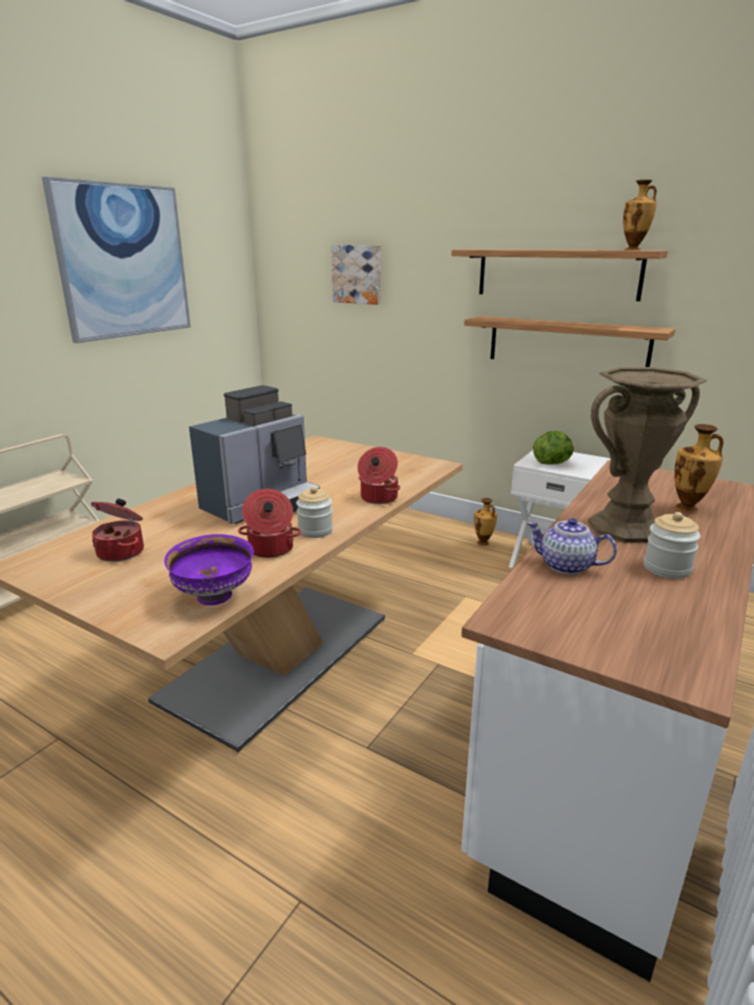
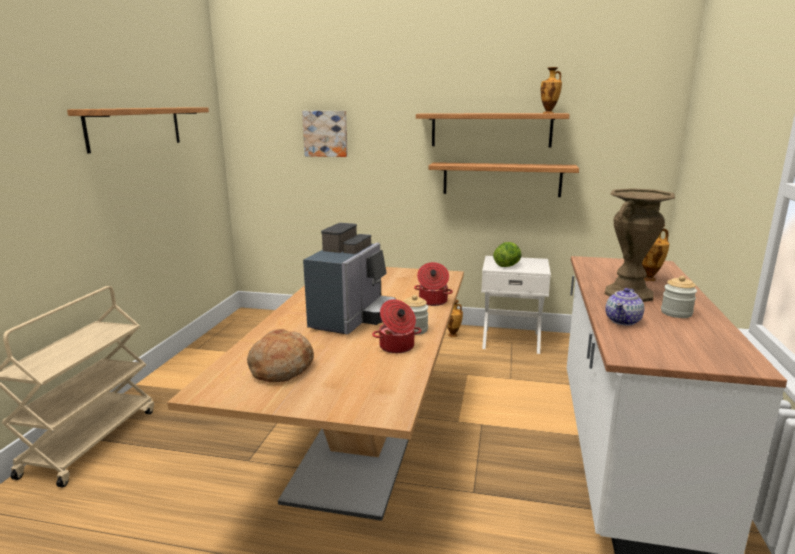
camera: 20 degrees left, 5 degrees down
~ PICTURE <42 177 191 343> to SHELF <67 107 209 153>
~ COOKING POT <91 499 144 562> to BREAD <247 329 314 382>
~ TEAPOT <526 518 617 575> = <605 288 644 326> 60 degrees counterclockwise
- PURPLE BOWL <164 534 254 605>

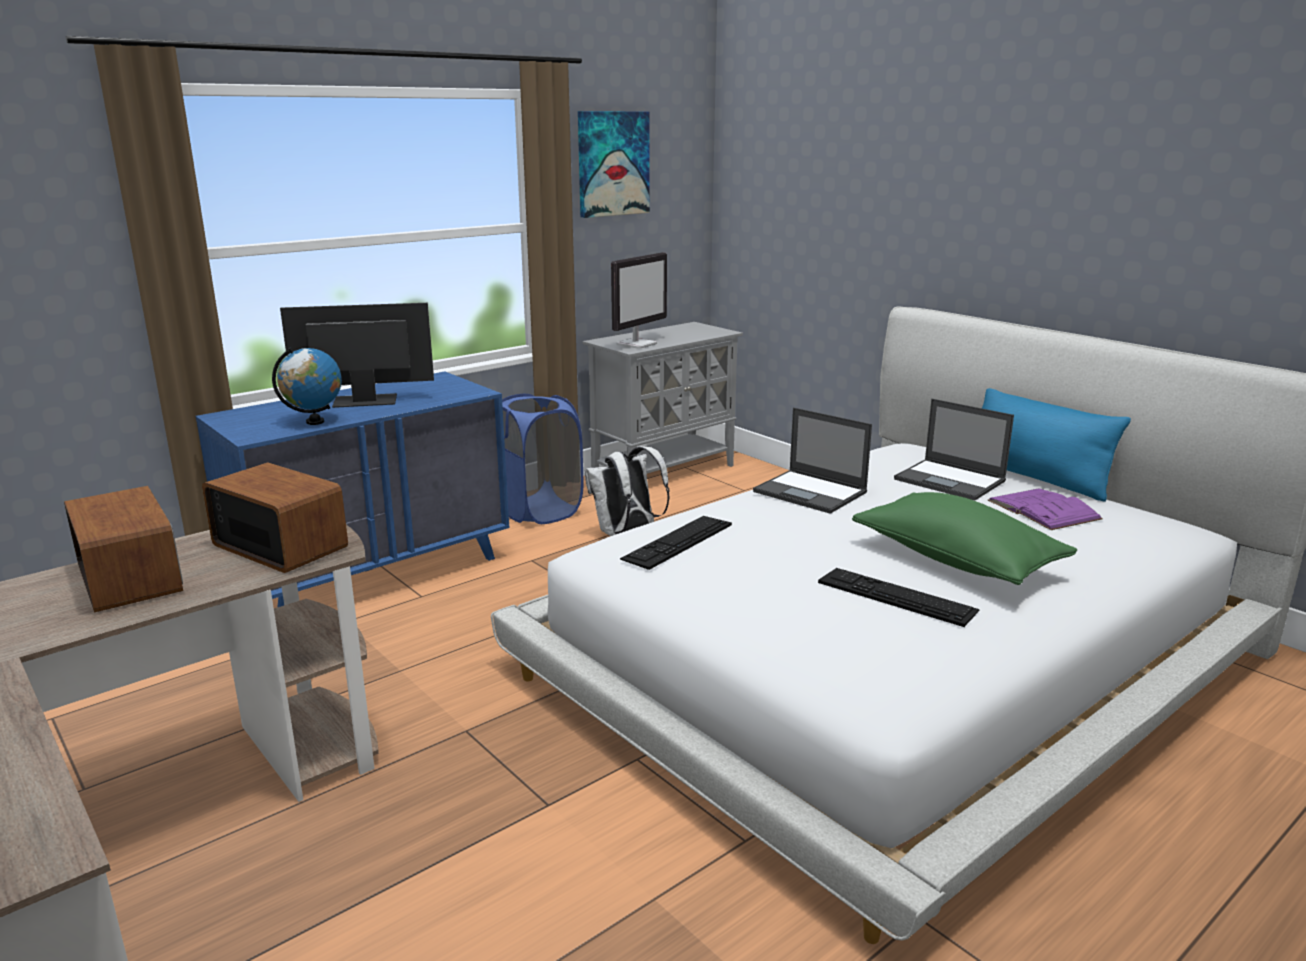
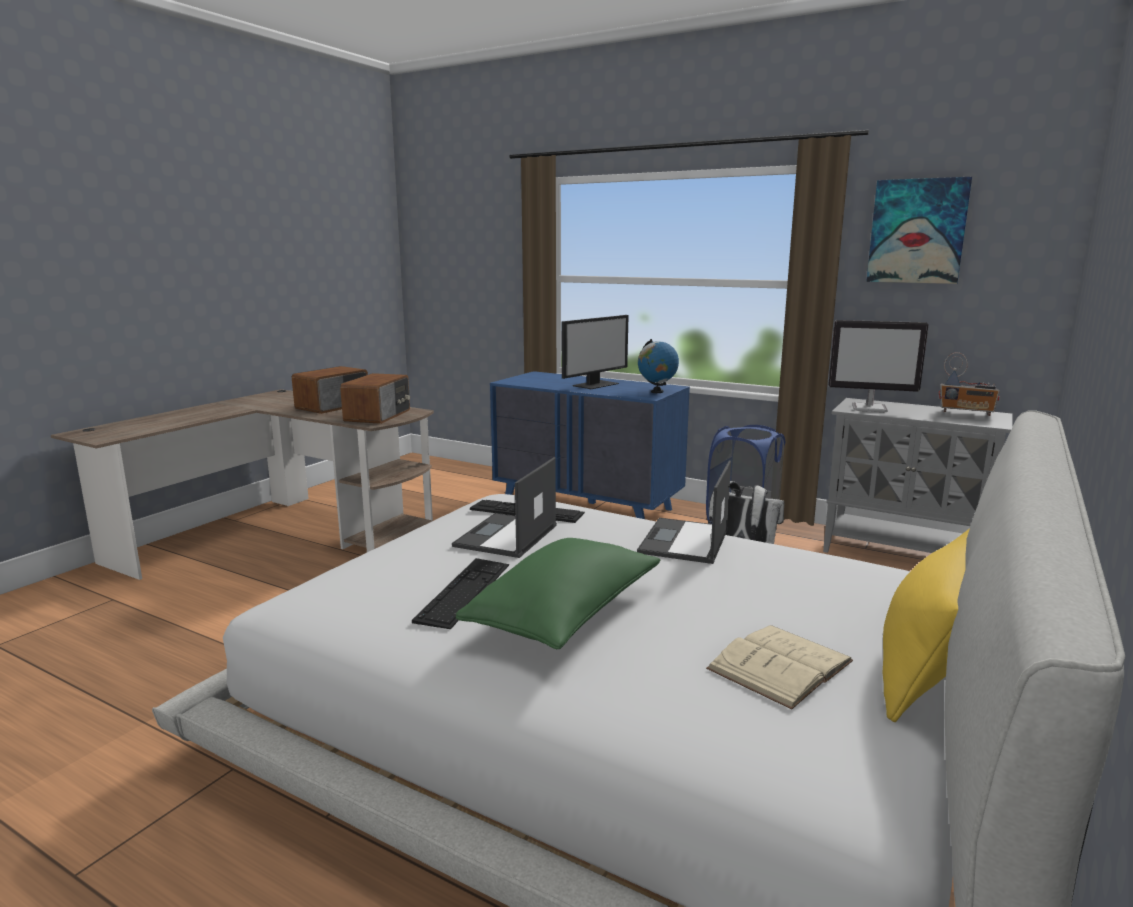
camera: 70 degrees right, 5 degrees down
~ MONITOR <280 303 434 408> = <562 315 629 389> 75 degrees clockwise
~ GLOBE <272 347 342 425> to <638 339 679 393>
~ BLUE PILLOW <982 388 1131 502> to YELLOW PILLOW <883 528 970 722>
~ LAPTOP <894 399 1014 501> to <452 457 557 558>
~ PURPLE BOOK <988 488 1103 530> to BEIGE BOOK <706 625 853 709>
+ RADIO <939 352 1000 416>

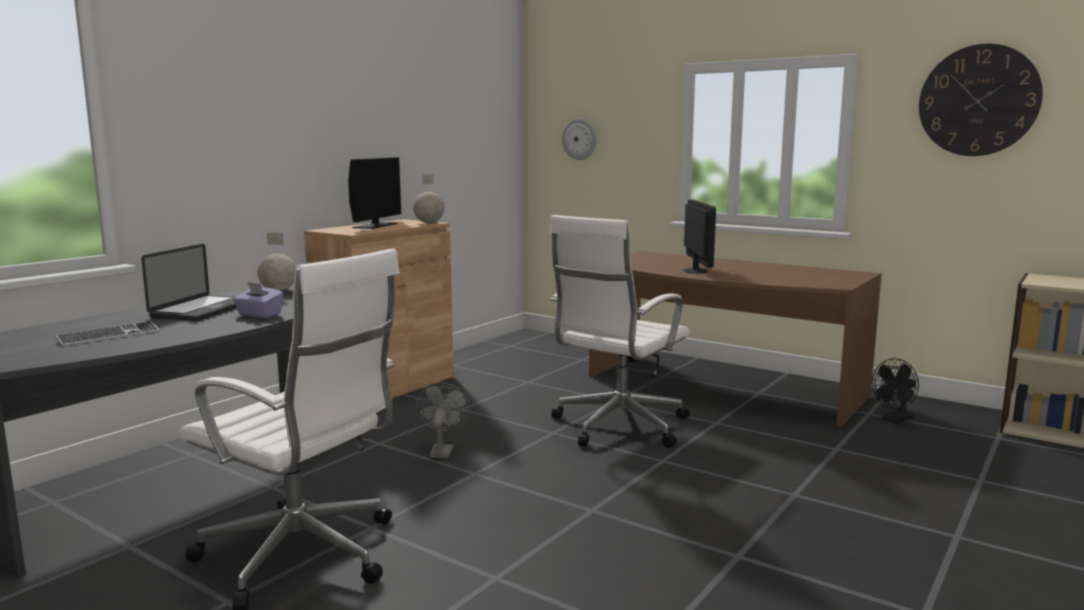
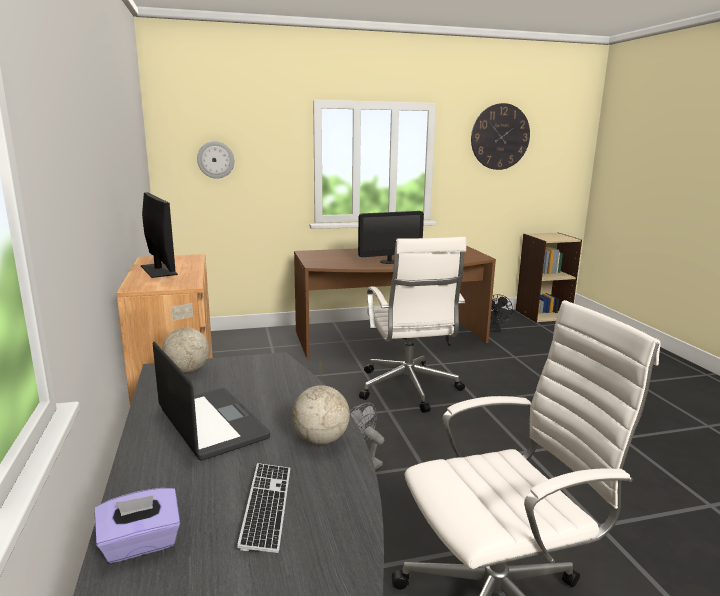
camera: 50 degrees left, 5 degrees up
~ GLOBE <413 174 445 223> to <292 354 350 445>
~ MONITOR <683 200 716 273> = <358 211 424 264> 120 degrees clockwise
~ PURPLE TISSUE BOX <233 282 284 318> to <95 488 181 563>

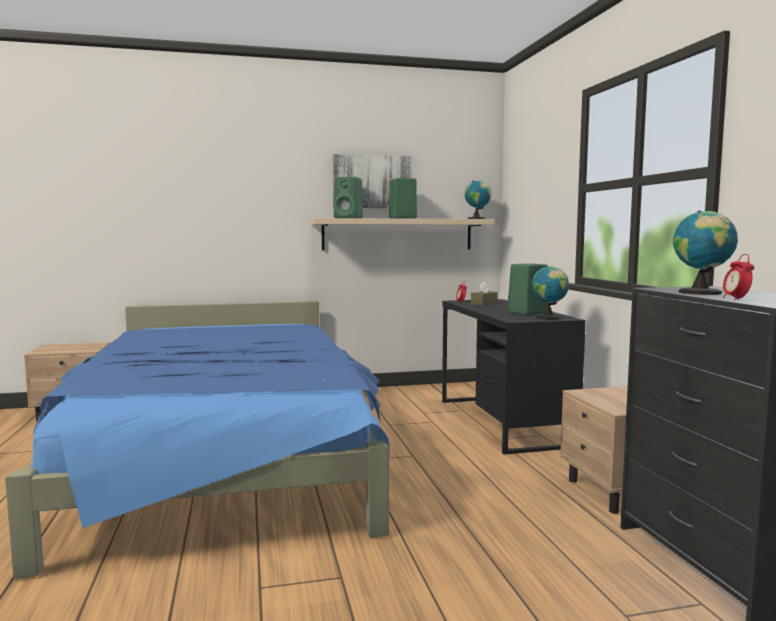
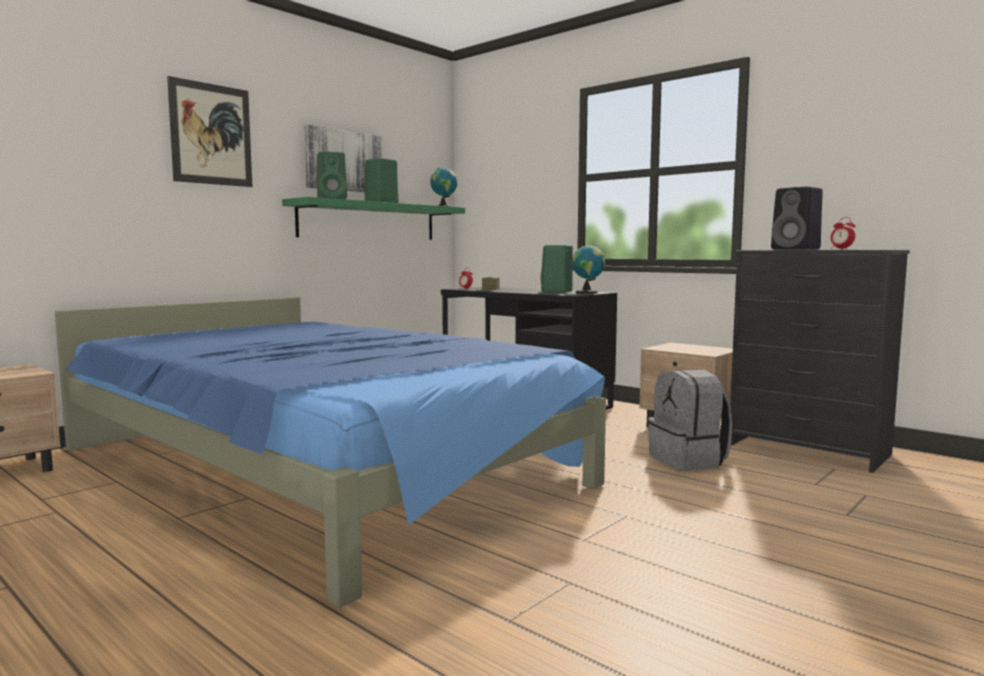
camera: 35 degrees left, 0 degrees up
~ GLOBE <673 211 738 295> to BLACK SPEAKER <771 186 823 250>
~ BEIGE SHELF <310 218 495 250> to GREEN SHELF <282 197 465 240>
+ PICTURE <167 76 252 187>
+ GREY BACKPACK <648 369 732 471>

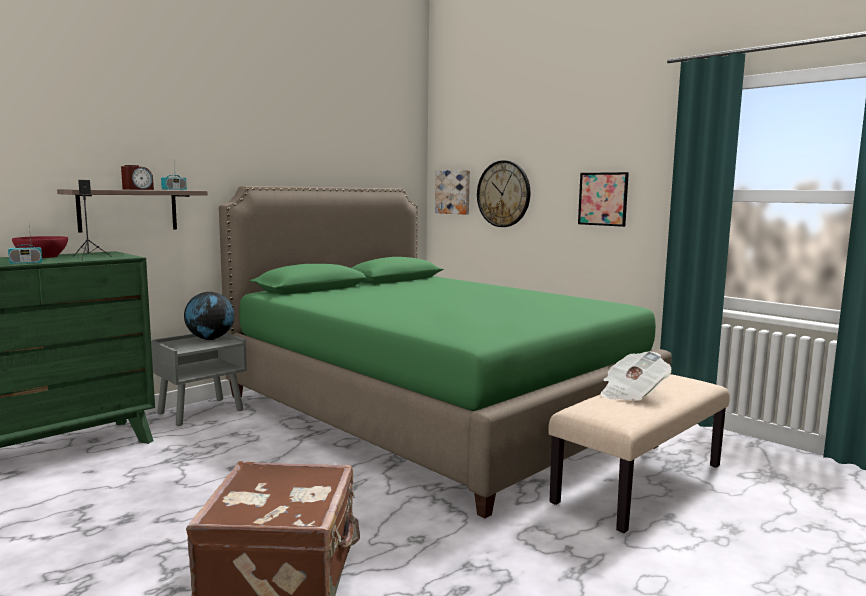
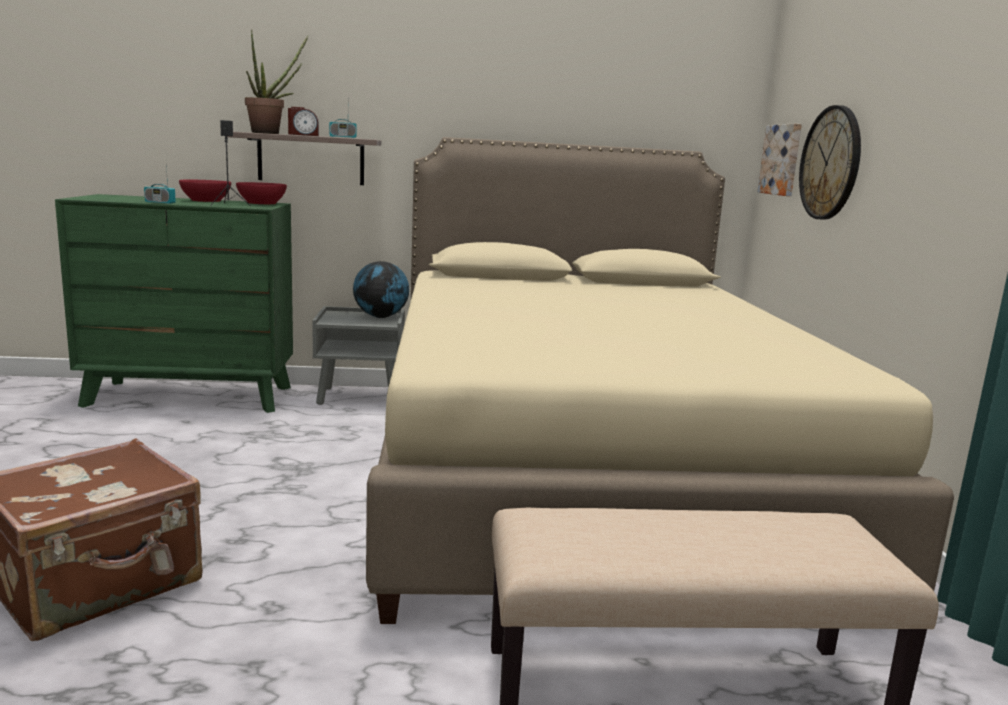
camera: 40 degrees right, 5 degrees up
- PICTURE <578 172 629 227>
~ GREEN BED <219 186 672 518> to BEIGE BED <366 137 954 624>
- NEWSPAPER <600 351 671 401>
+ POTTED PLANT <245 29 308 134>
+ RED BOWL <236 182 287 204>

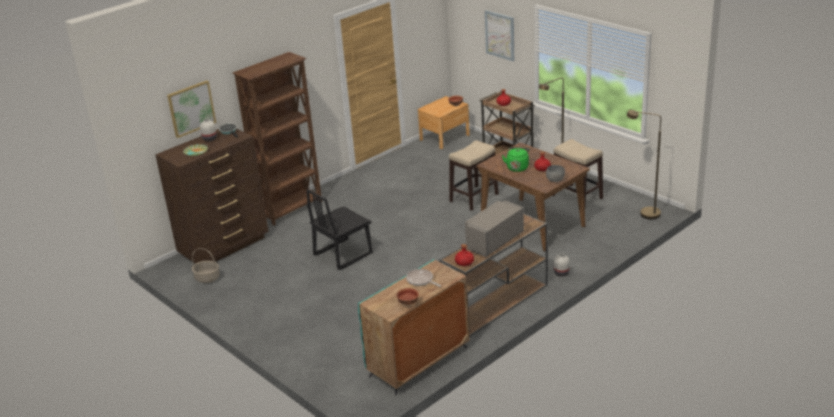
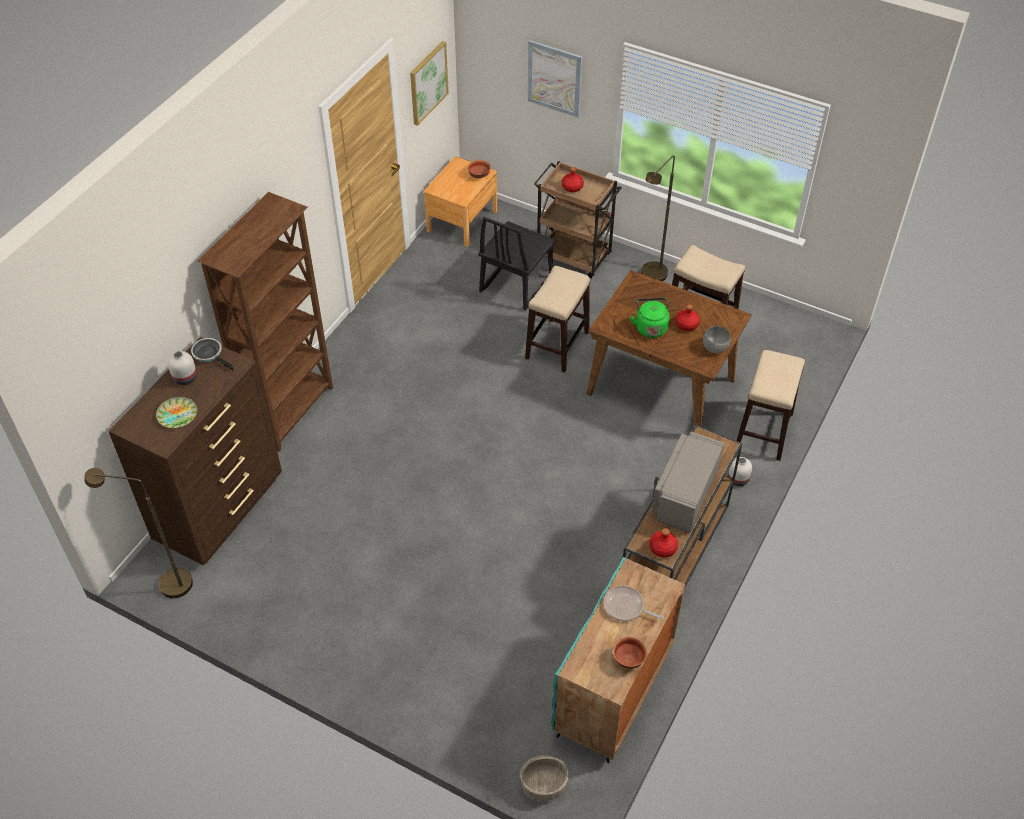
camera: 20 degrees left, 20 degrees up
~ PICTURE <167 81 216 138> to <410 41 449 126>
~ BROWN FLOOR LAMP <627 110 661 220> to <84 468 193 598>
~ BLACK CHAIR <307 189 373 270> to <478 217 557 310>
~ BASKET <192 248 220 283> to <520 755 569 801>
+ STOOL <736 350 805 461>

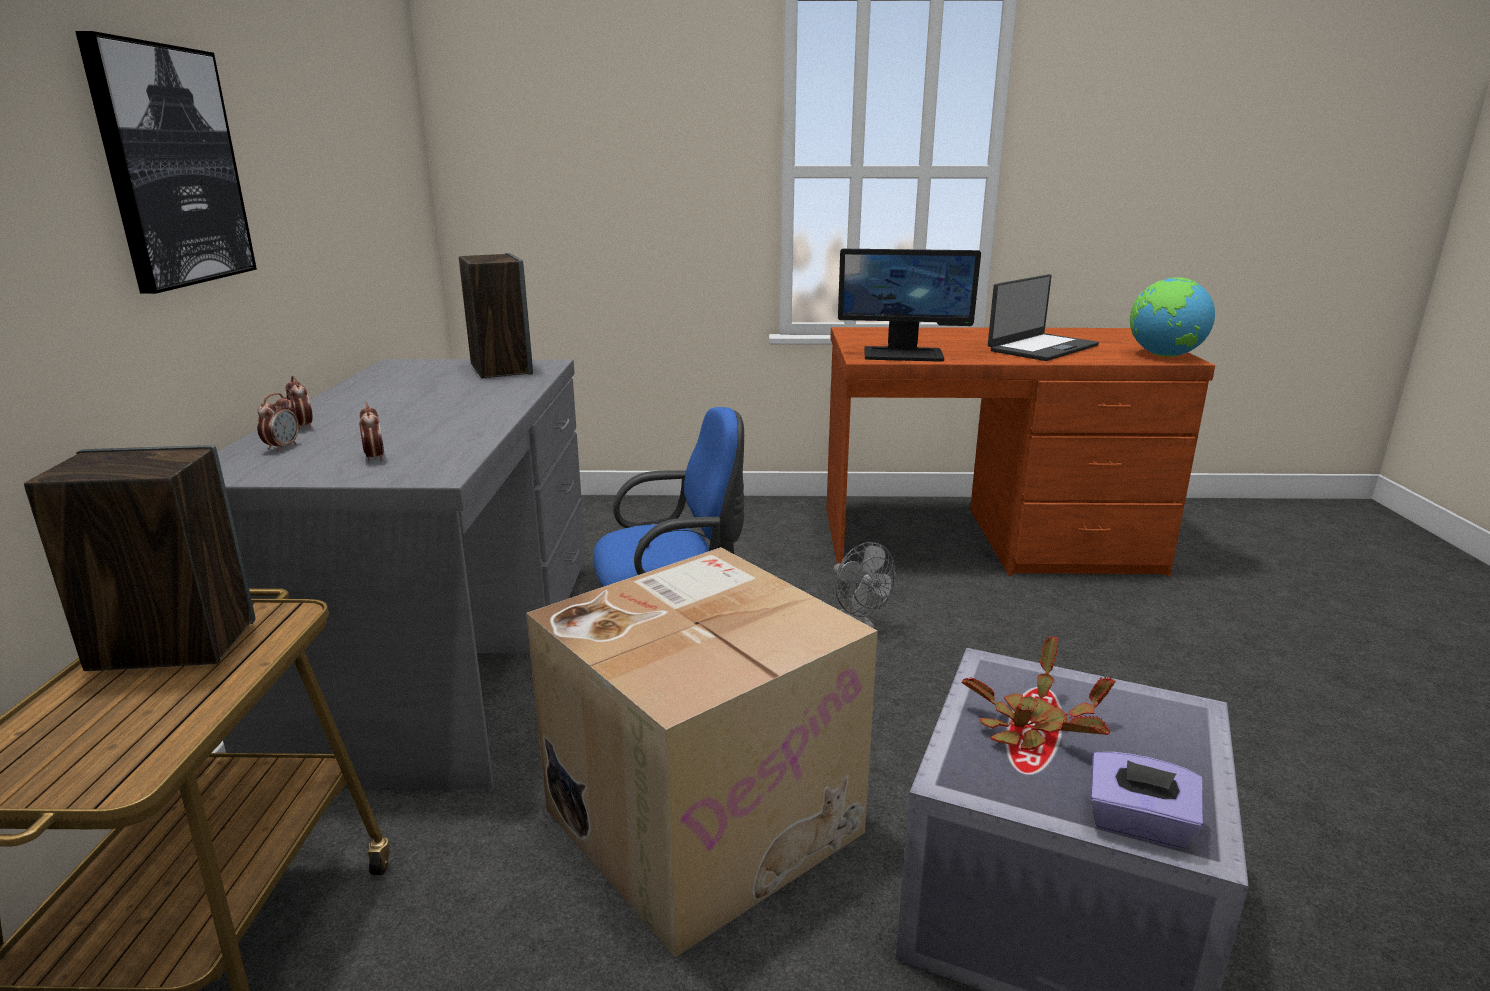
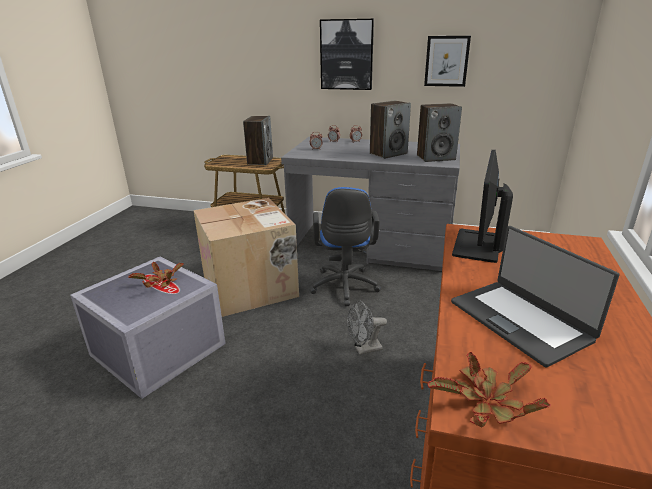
camera: 105 degrees right, 5 degrees up
~ GLOBE <1130 277 1215 357> to POTTED PLANT <428 352 551 427>
- PURPLE TISSUE BOX <1090 752 1203 849>
+ PICTURE <424 36 471 87>
+ SPEAKER <370 101 411 159>

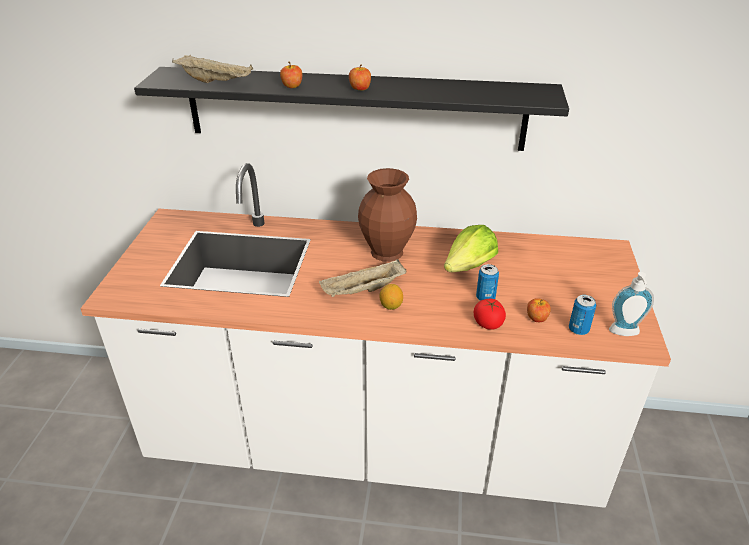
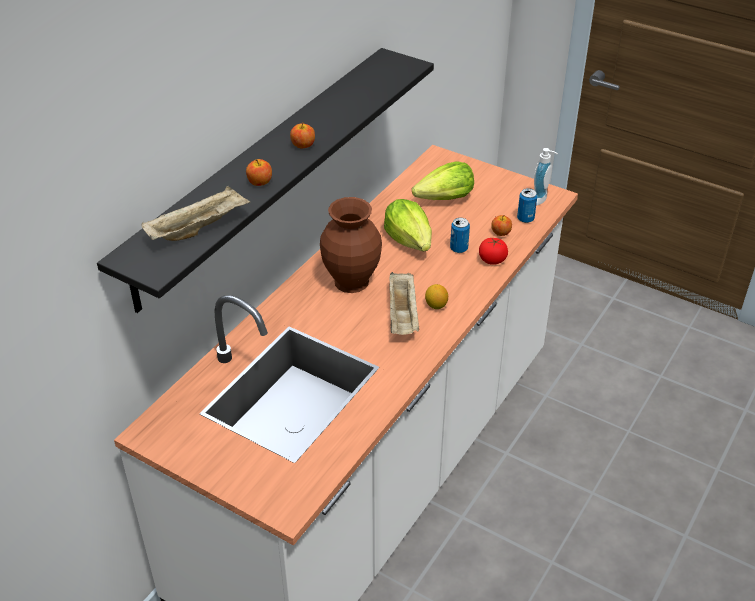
camera: 65 degrees left, 5 degrees up
+ LETTUCE <412 161 474 200>

